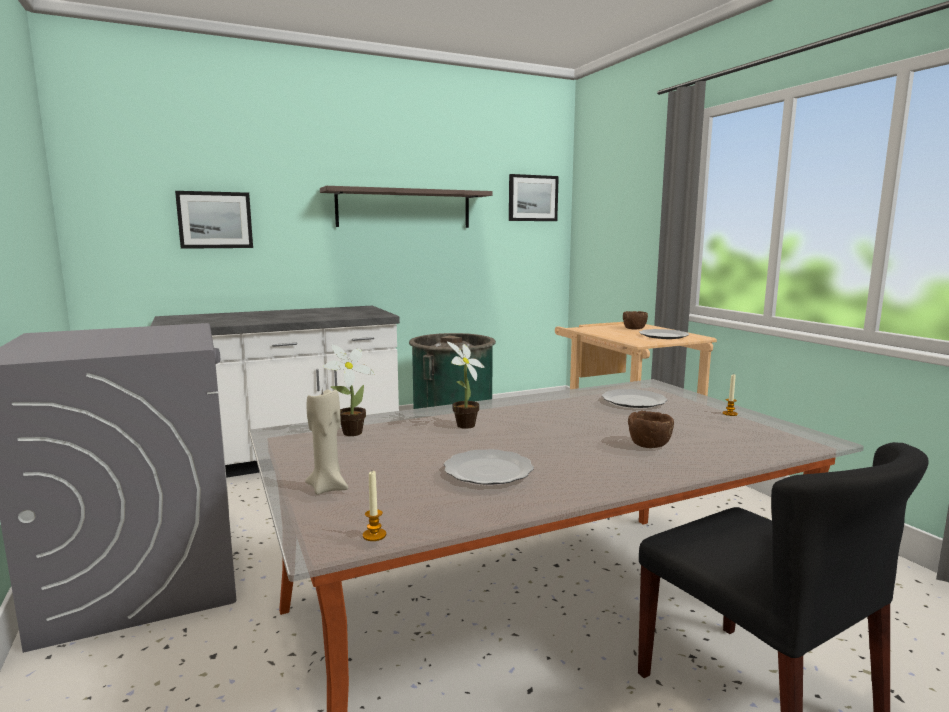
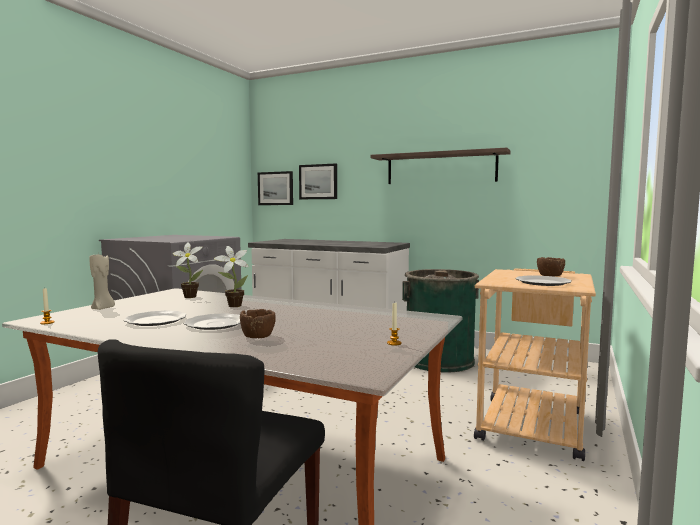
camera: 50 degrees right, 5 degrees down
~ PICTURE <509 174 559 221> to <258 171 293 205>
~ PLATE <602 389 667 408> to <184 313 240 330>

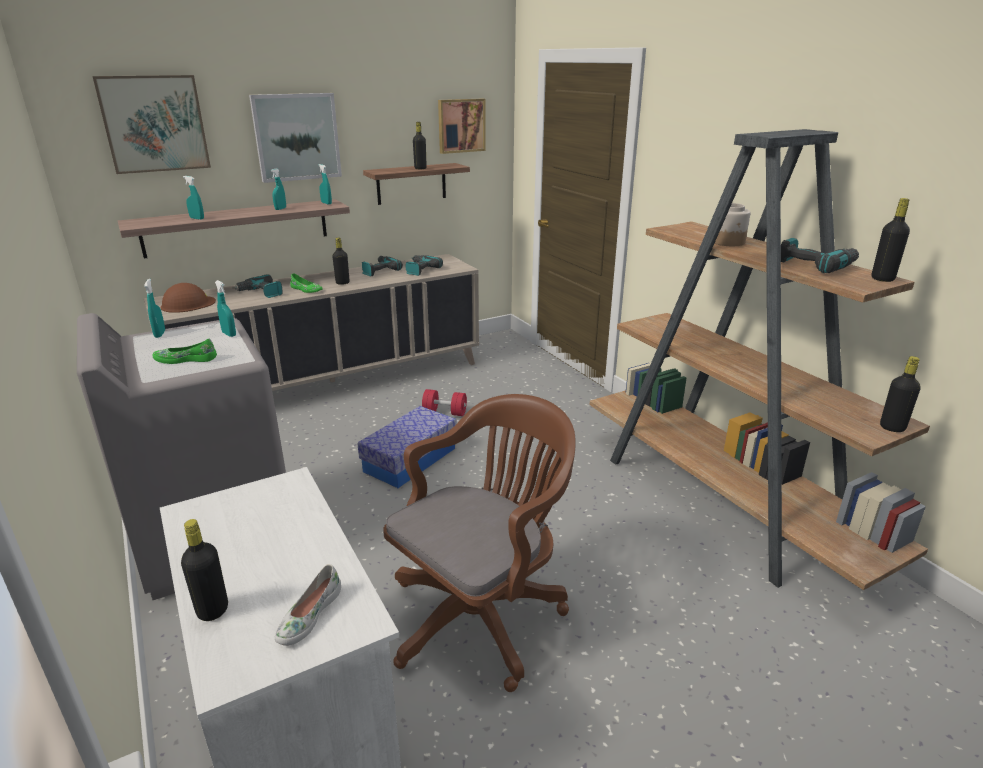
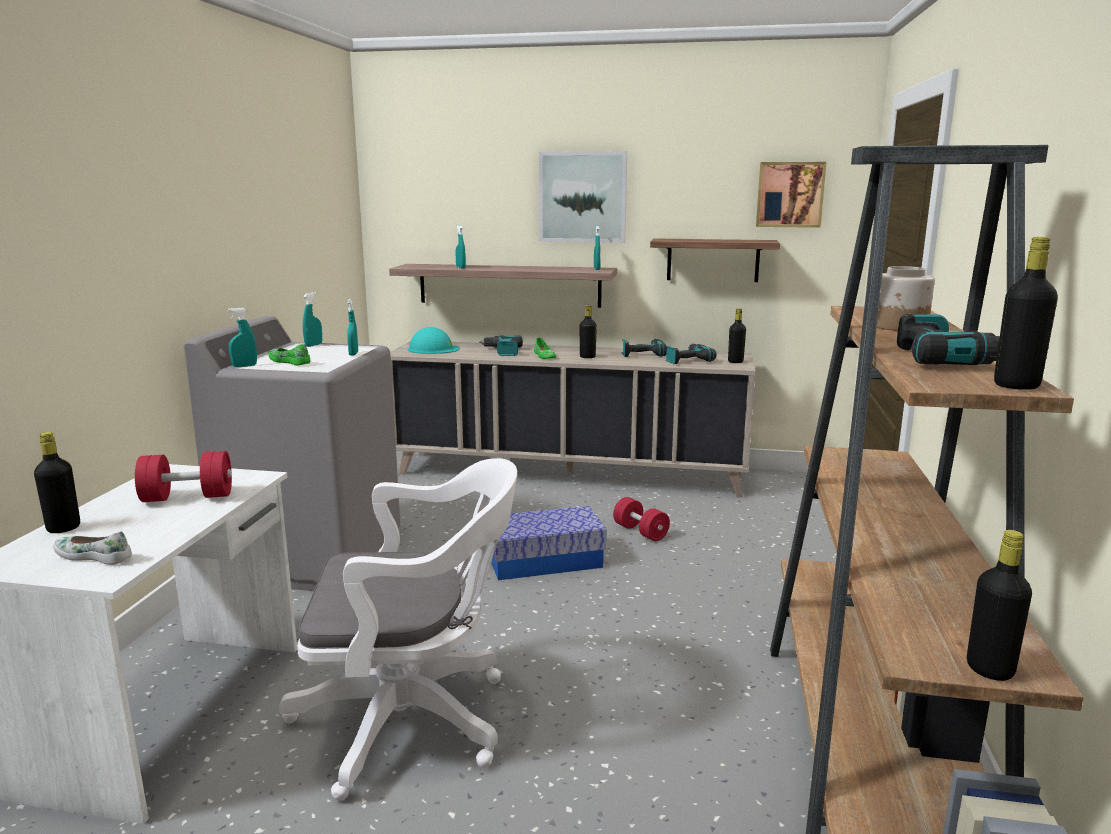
camera: 40 degrees right, 10 degrees down
- PICTURE <92 75 211 174>
~ BLACK BOTTLE <413 122 427 169> to <728 308 746 363>
~ TURQUOISE SPRAY BOTTLE <271 169 286 210> to <228 308 257 367>
~ BROWN HARD HAT <161 283 216 313> to TURQUOISE HARD HAT <408 327 460 354>
~ BROWN OFFICE CHAIR <383 394 575 692> to WHITE OFFICE CHAIR <279 458 517 800>
~ WHITE SHOE <275 564 341 646> = <53 531 132 565> 45 degrees clockwise
+ RED DUMBBELL <135 451 232 502>

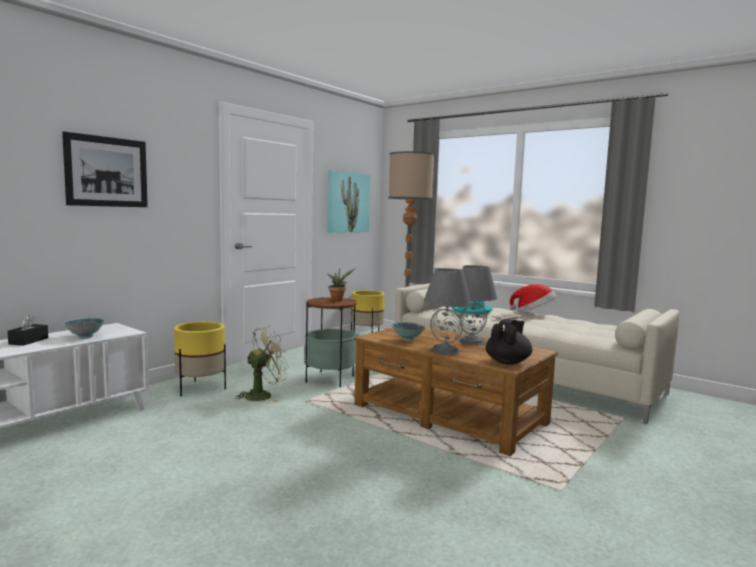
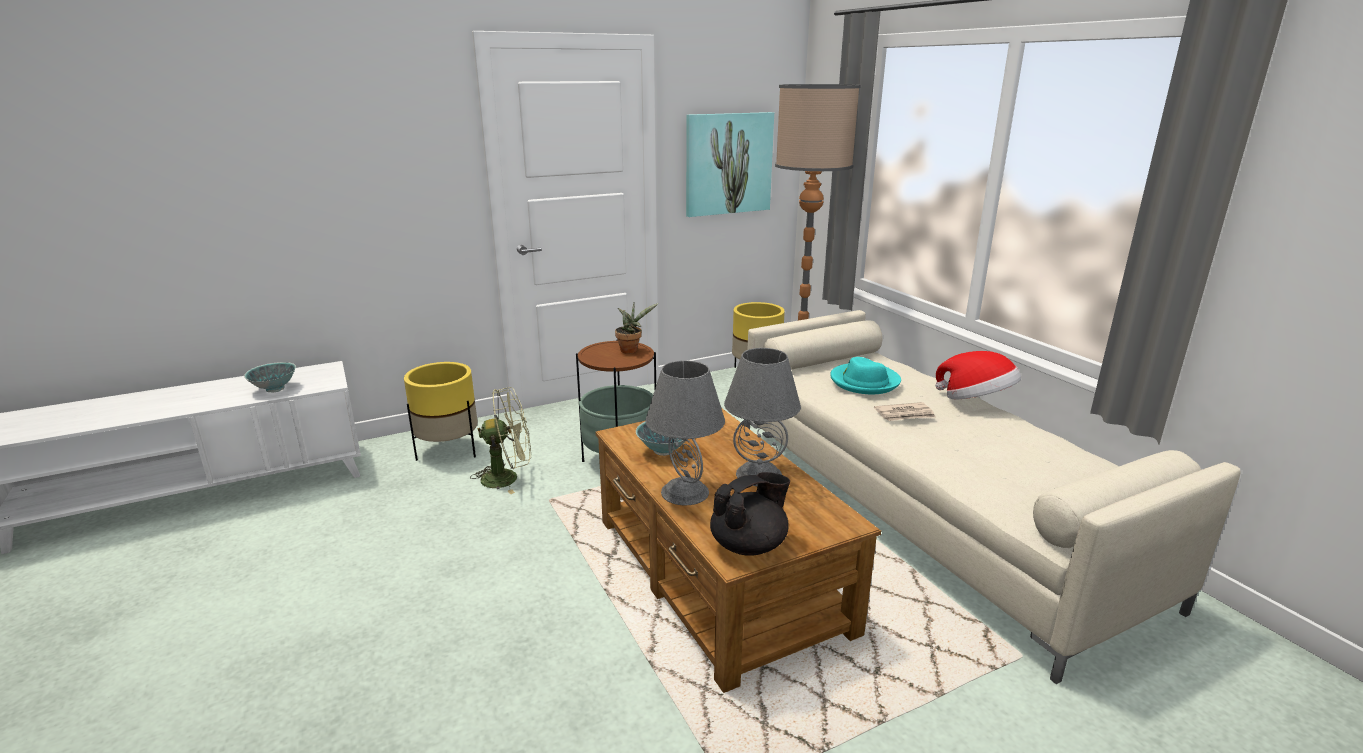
camera: 25 degrees right, 15 degrees up
- PICTURE <62 131 148 207>
- BLACK TISSUE BOX <7 315 48 346>

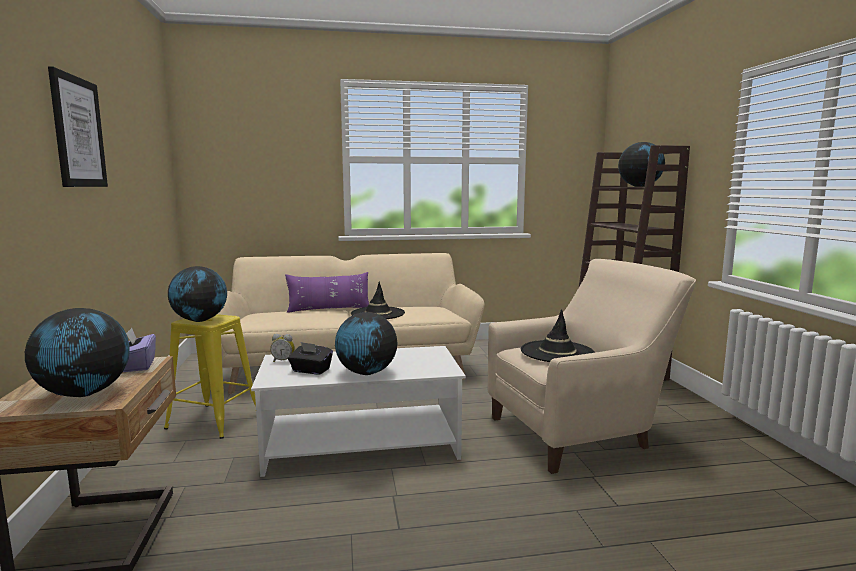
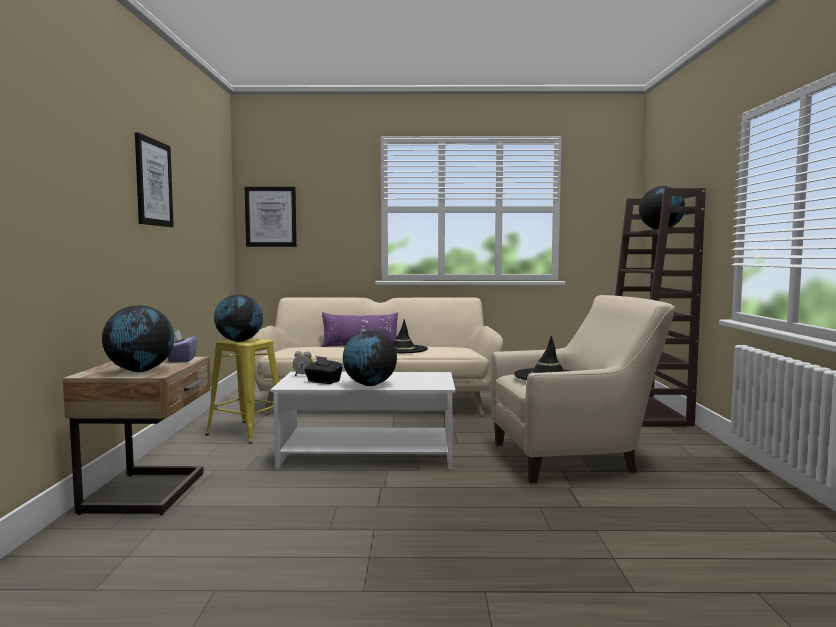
camera: 10 degrees right, 5 degrees down
+ PICTURE <245 187 297 247>

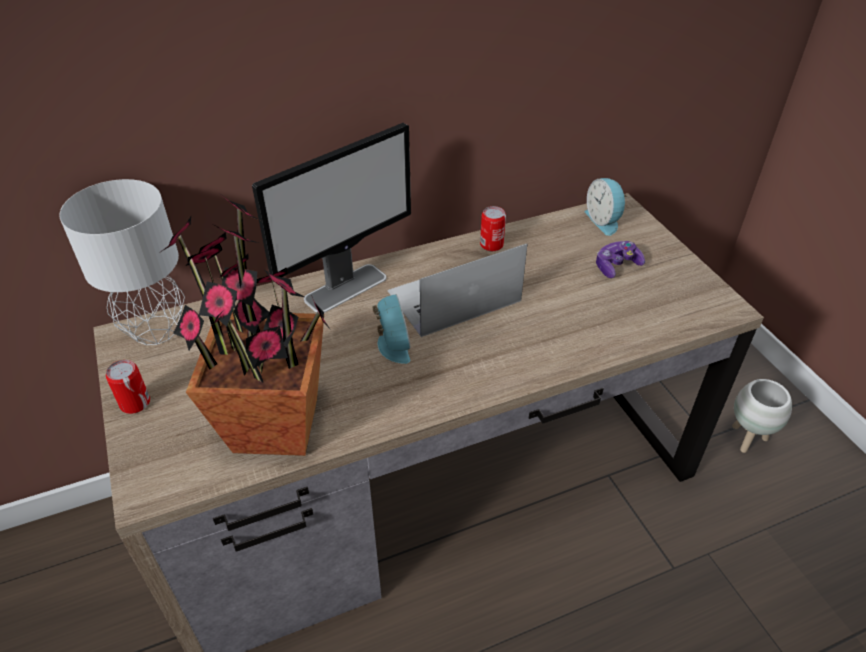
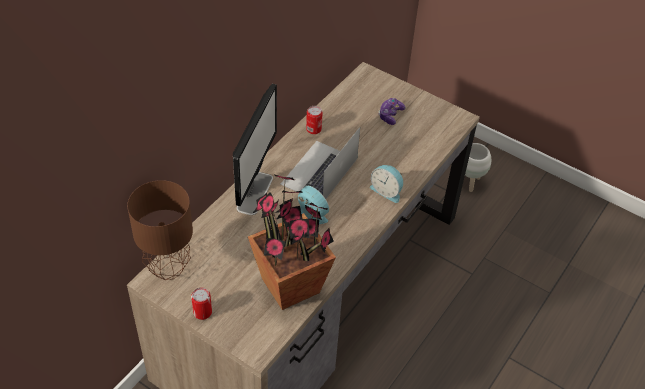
camera: 35 degrees left, 5 degrees up
~ ALARM CLOCK <585 178 627 236> to <370 165 403 203>
~ GREY TABLE LAMP <59 179 185 345> to BROWN TABLE LAMP <127 180 193 280>

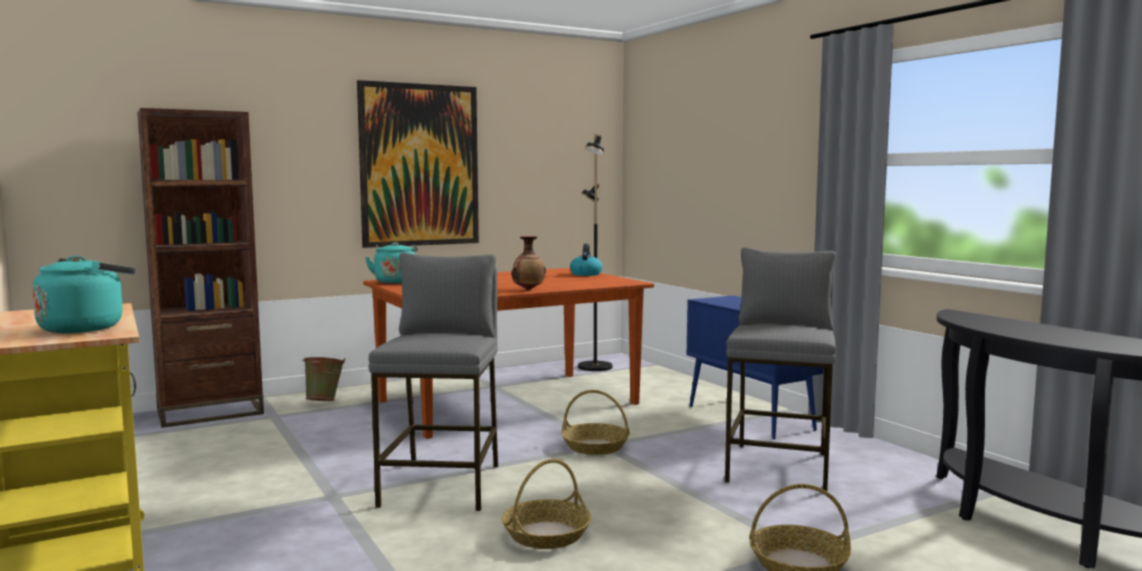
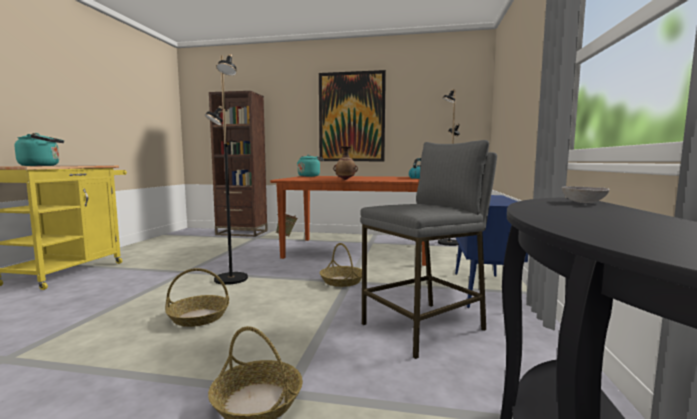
camera: 40 degrees right, 0 degrees up
~ GREY STOOL <368 252 498 511> to BLACK FLOOR LAMP <205 54 248 285>
+ GREY BOWL <562 186 610 203>

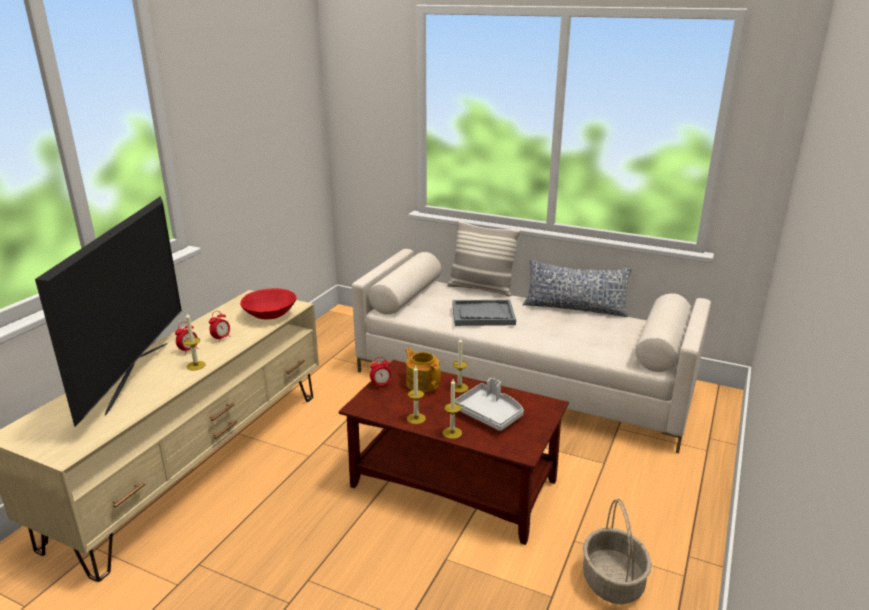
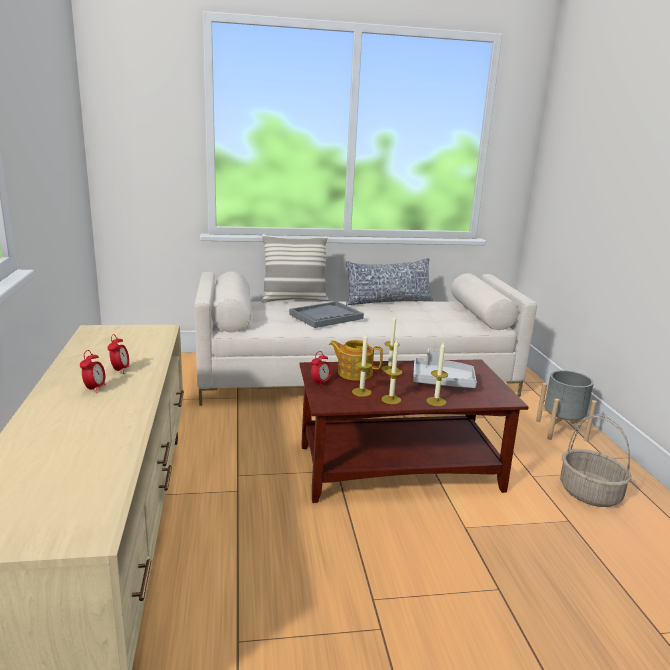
camera: 35 degrees left, 5 degrees down
- TELEVISION <35 196 182 427>
- RED BOWL <240 288 297 319>
~ CANDLE <184 313 206 370> to <352 334 372 397>
+ GREY PLANTER <536 370 597 442>

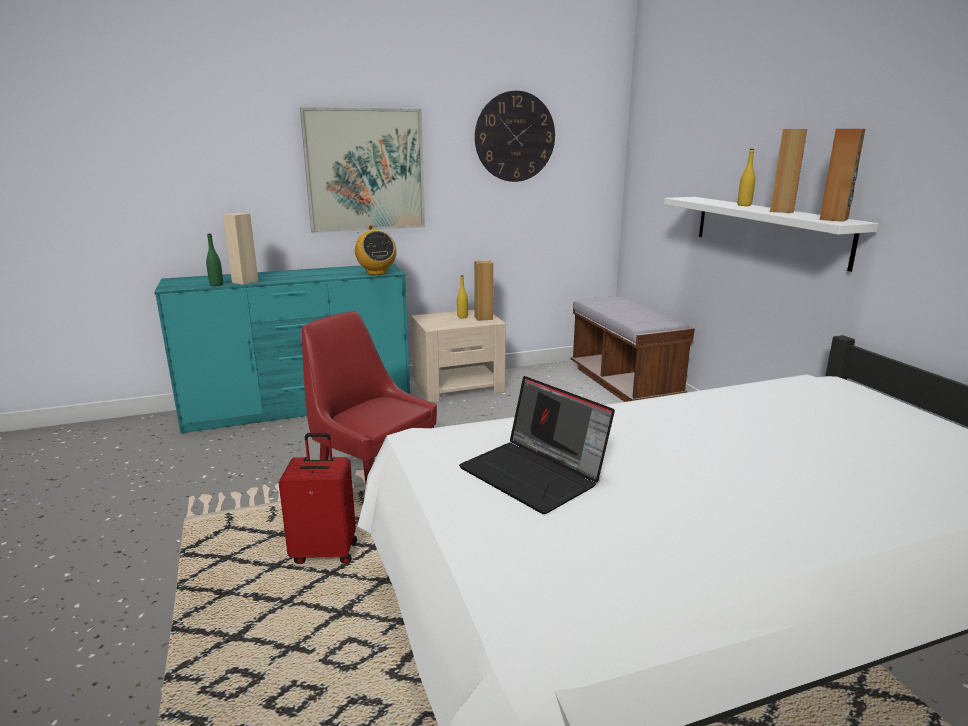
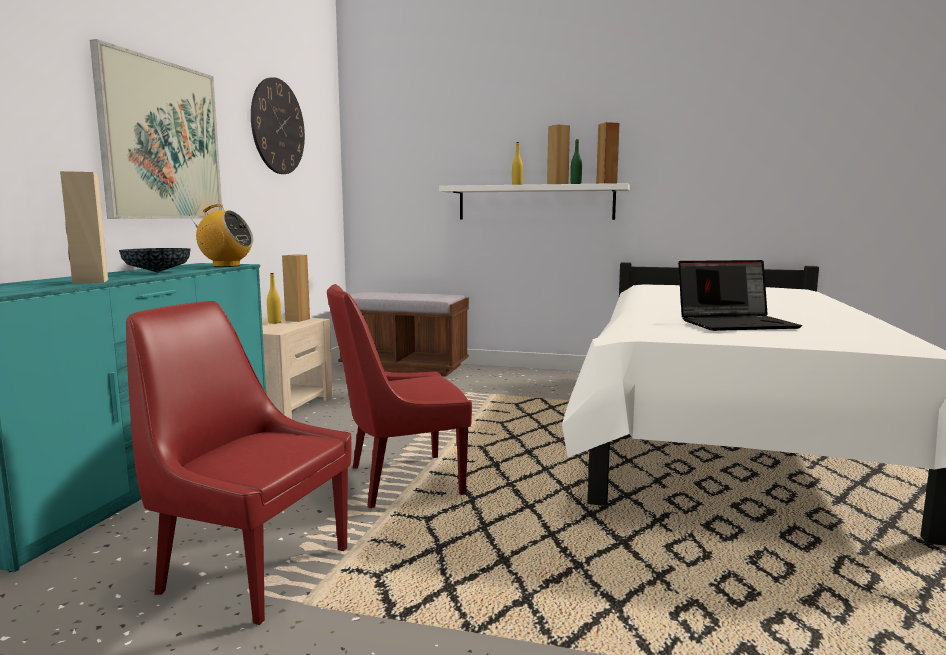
camera: 55 degrees left, 10 degrees down
~ GREEN BOTTLE <206 233 223 286> to <570 139 582 184>
- RED SUITCASE <279 433 357 564>
+ BOWL <119 248 191 272>
+ RED CHAIR <126 301 352 625>

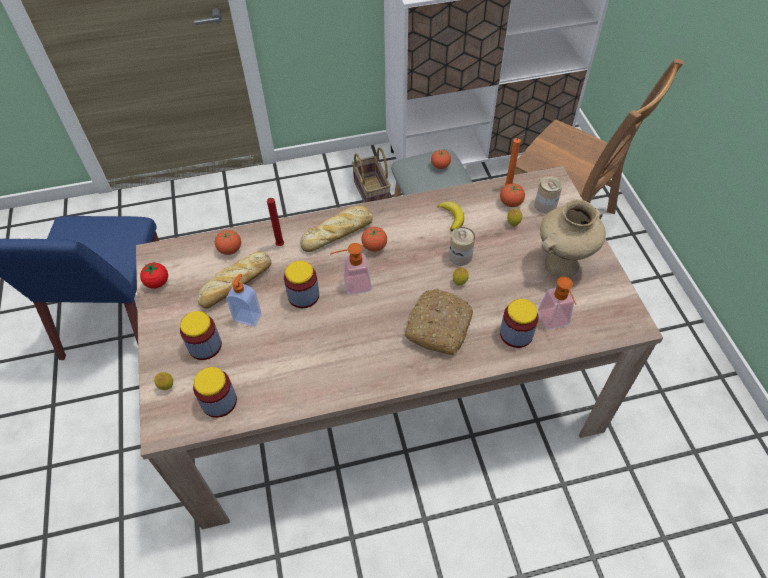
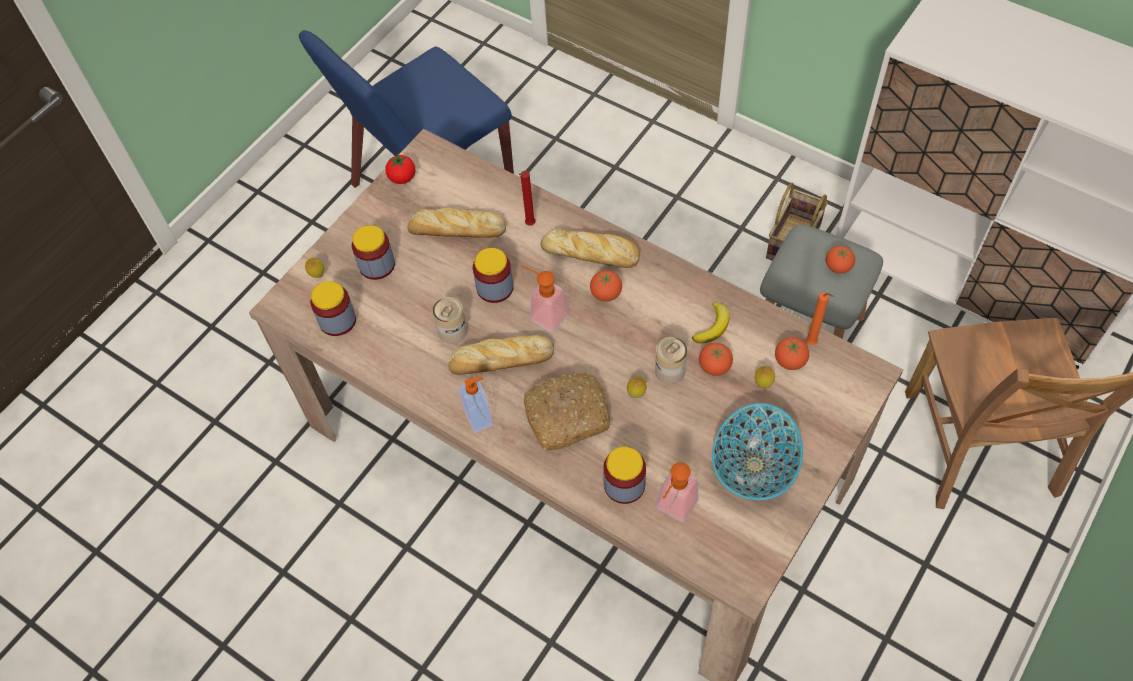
camera: 50 degrees right, 5 degrees up
~ CAN <534 176 563 213> to <433 297 467 343>
~ BEIGE VASE <540 199 606 278> to BOWL <712 403 803 500>
~ TOMATO <215 230 241 255> to <699 343 733 376>
~ SOAP DISPENSER <226 274 262 327> to <458 377 493 433>
+ BREAD <449 335 554 375>

